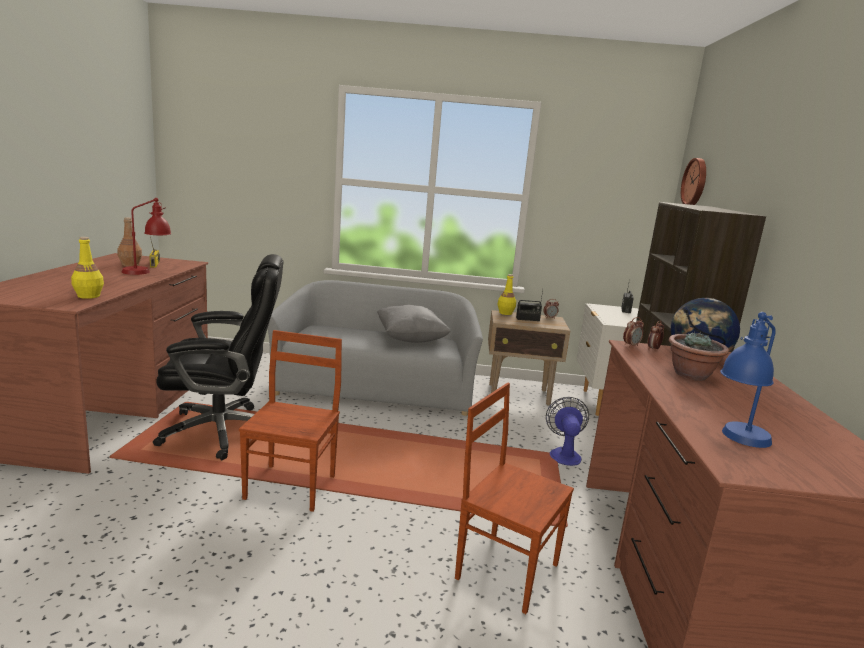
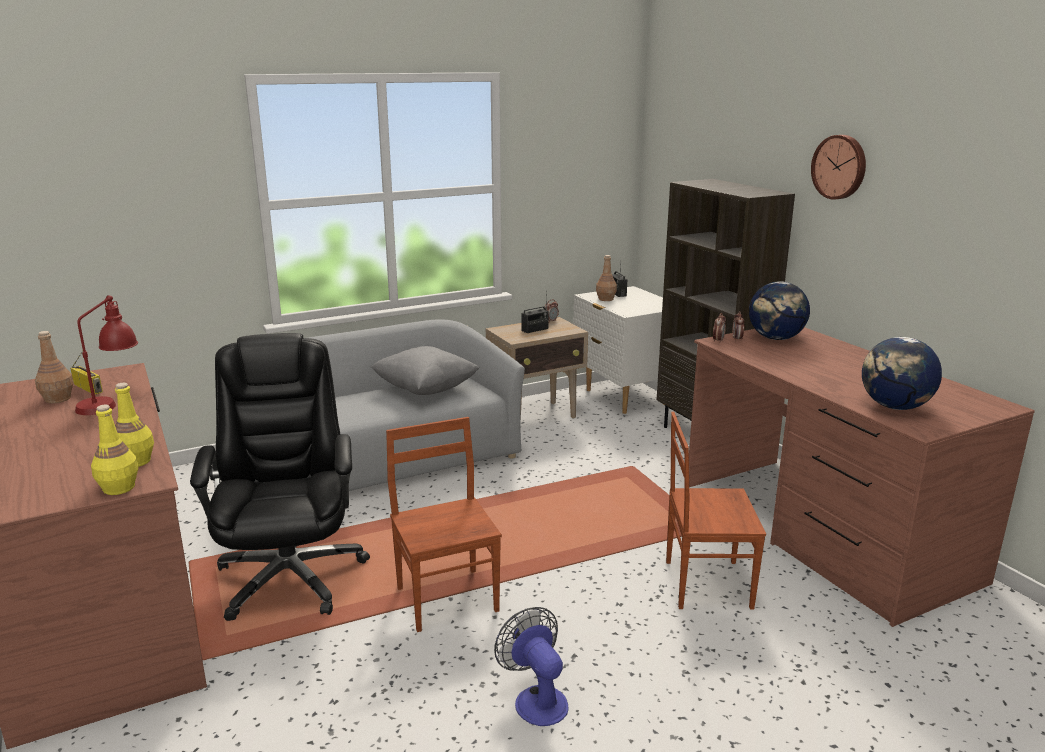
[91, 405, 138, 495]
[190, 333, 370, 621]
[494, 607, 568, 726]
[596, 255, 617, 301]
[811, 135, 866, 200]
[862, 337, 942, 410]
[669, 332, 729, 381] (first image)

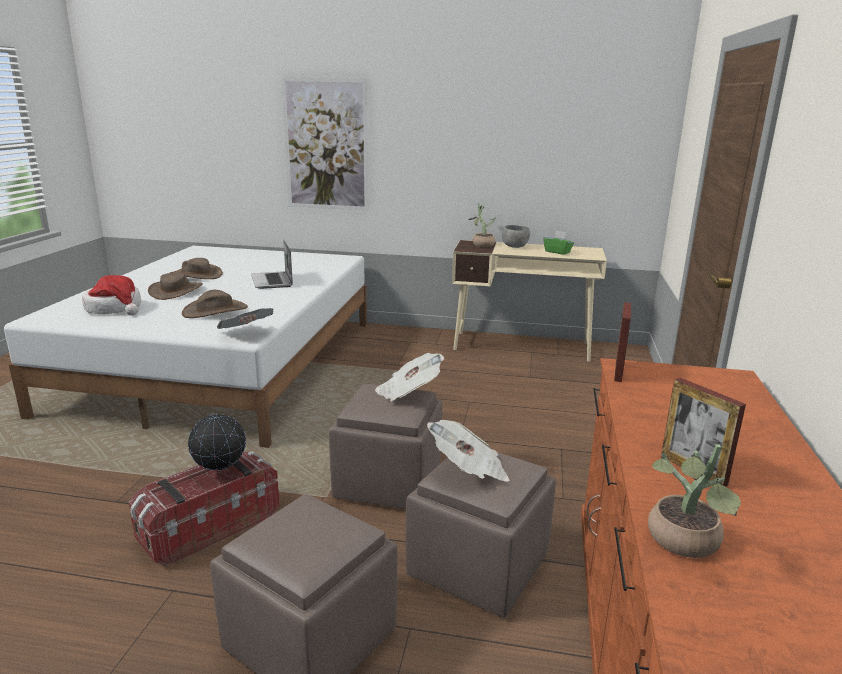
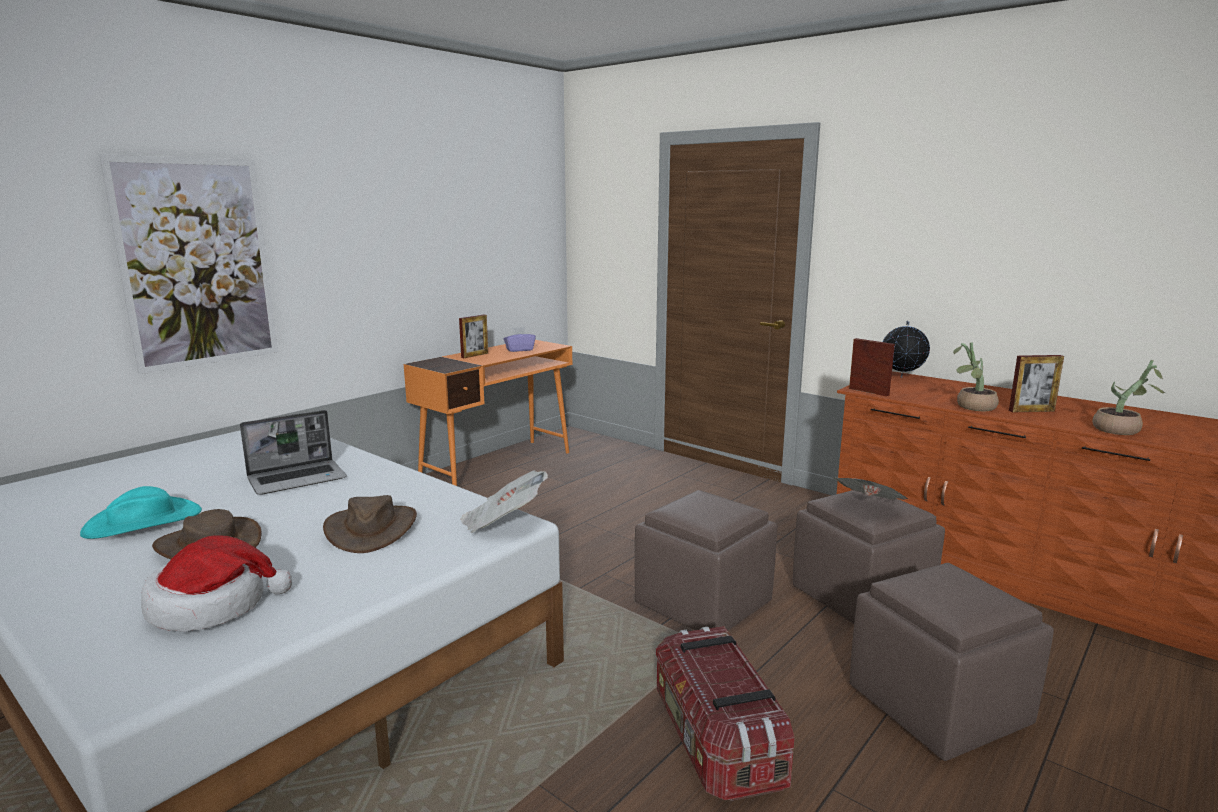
[80, 486, 202, 539]
[240, 410, 347, 495]
[404, 340, 572, 486]
[459, 315, 488, 358]
[504, 327, 536, 352]
[883, 321, 930, 378]
[953, 342, 999, 411]
[375, 353, 444, 401] (first image)

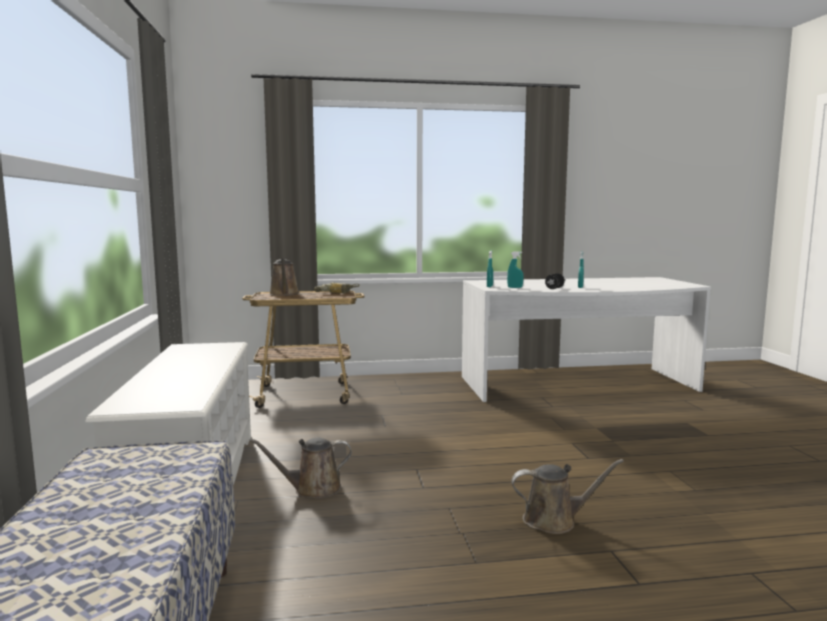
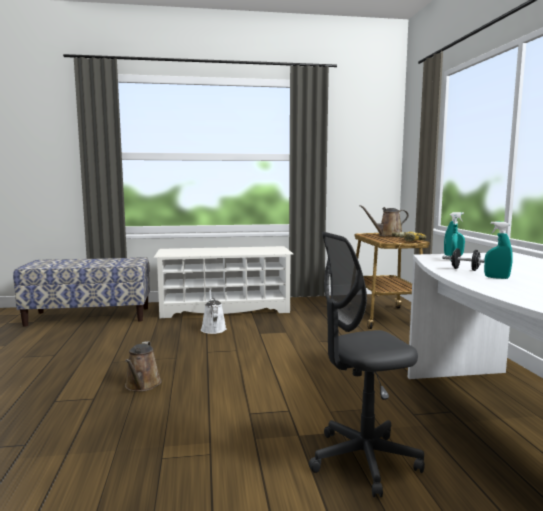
[201, 289, 227, 334]
[309, 232, 425, 497]

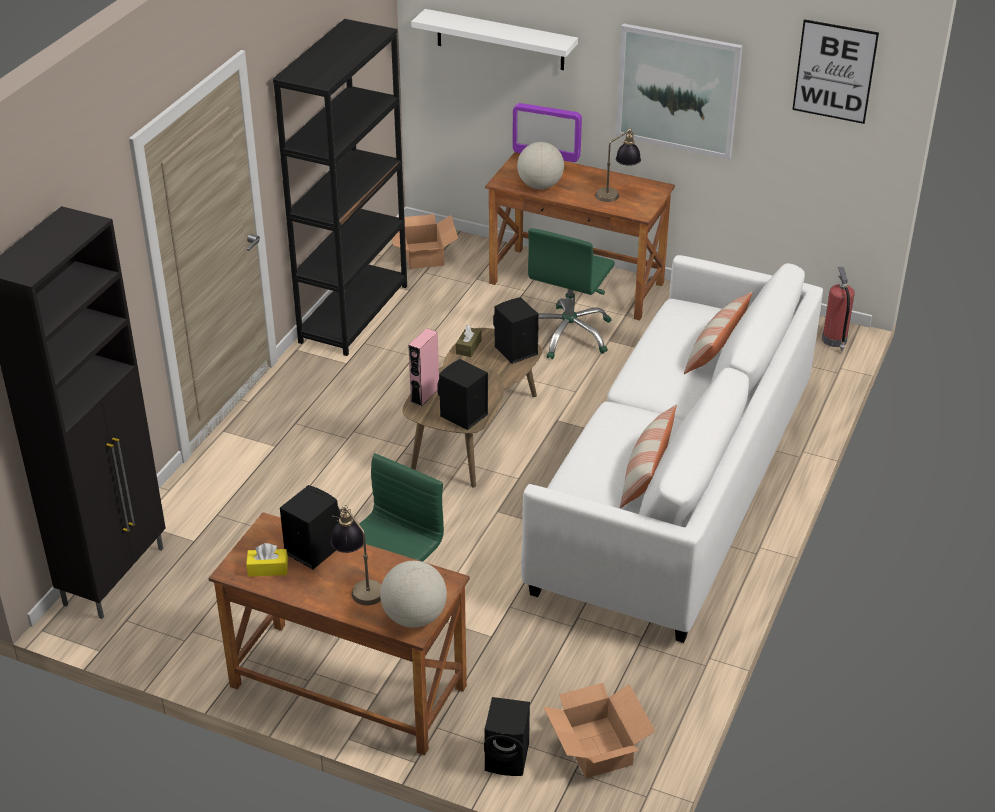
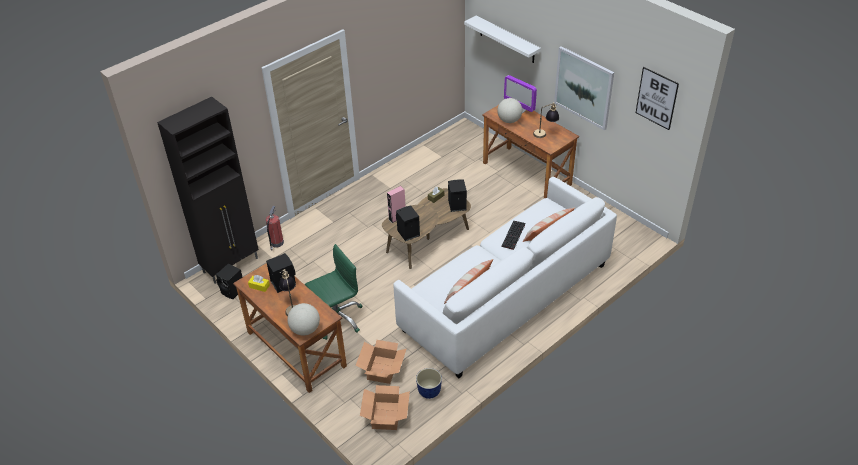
[216, 263, 243, 299]
[266, 206, 284, 250]
[356, 340, 406, 384]
[416, 368, 442, 399]
[501, 221, 526, 250]
[273, 19, 407, 356] (first image)
[528, 228, 615, 359] (first image)

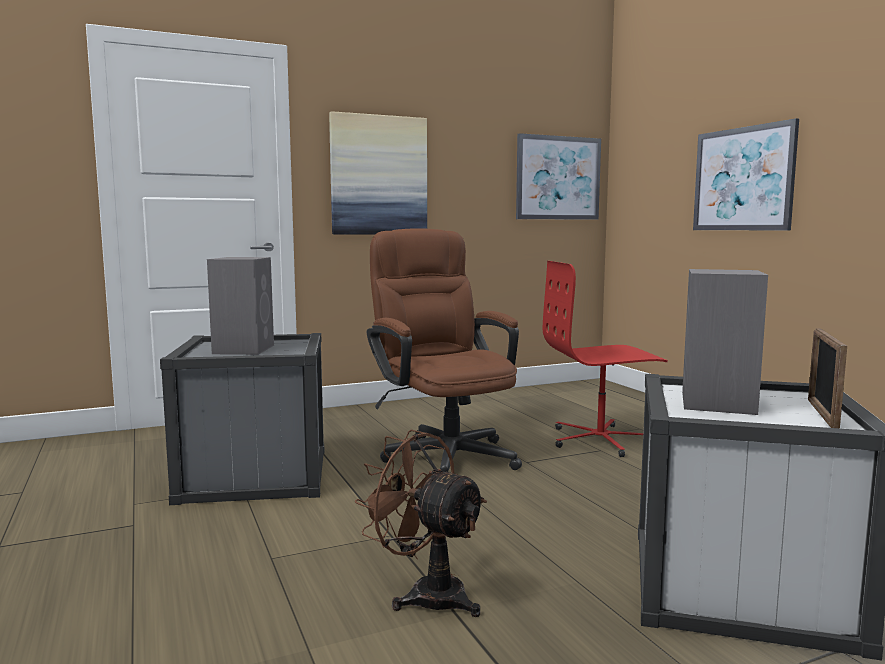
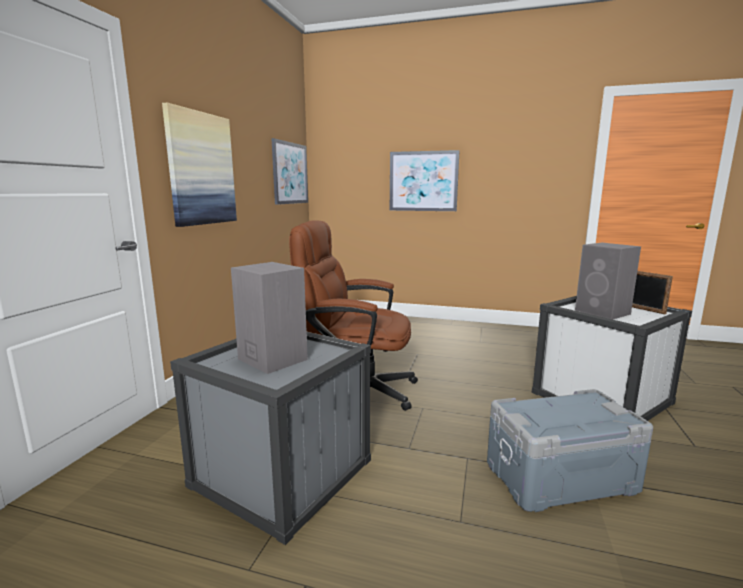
[487, 389, 653, 512]
[543, 261, 668, 457] (first image)

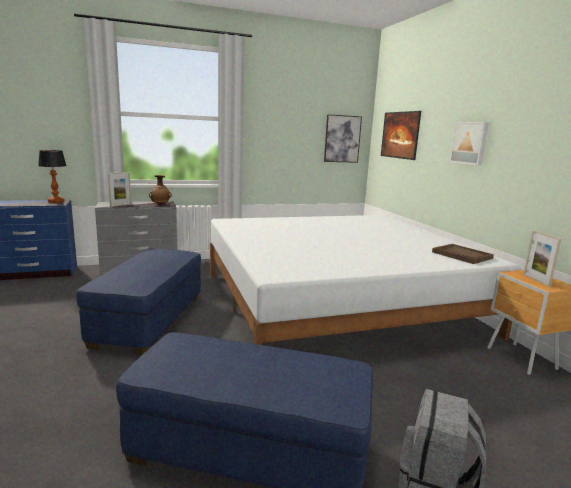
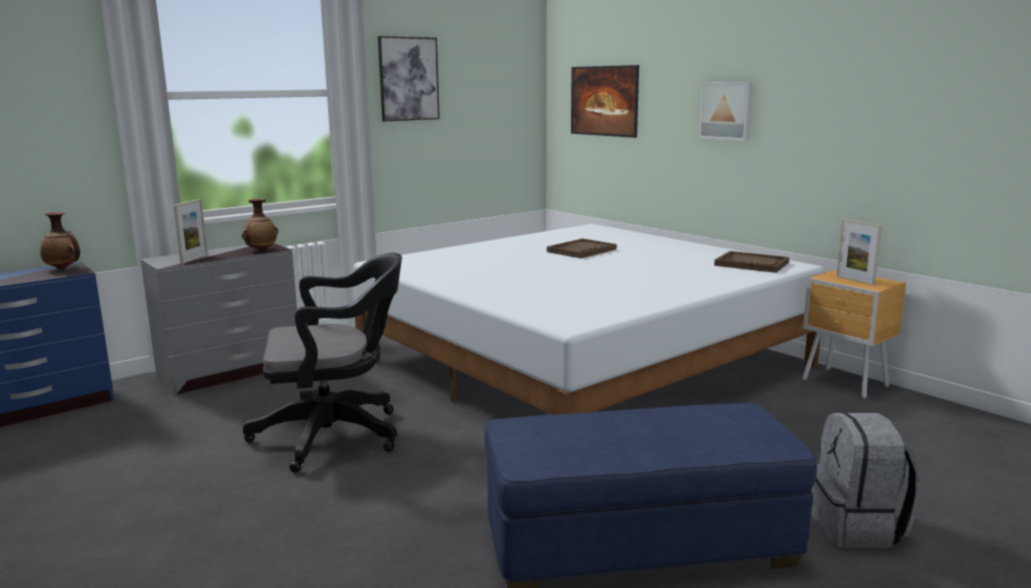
[40, 212, 80, 269]
[243, 253, 402, 473]
[378, 36, 440, 121]
[547, 238, 616, 258]

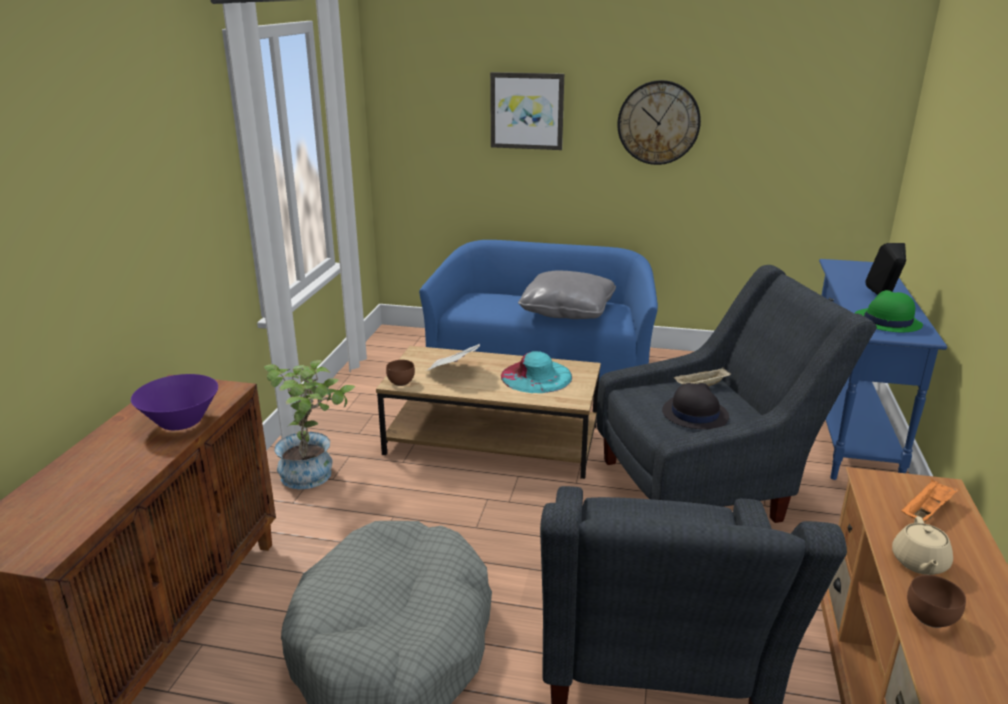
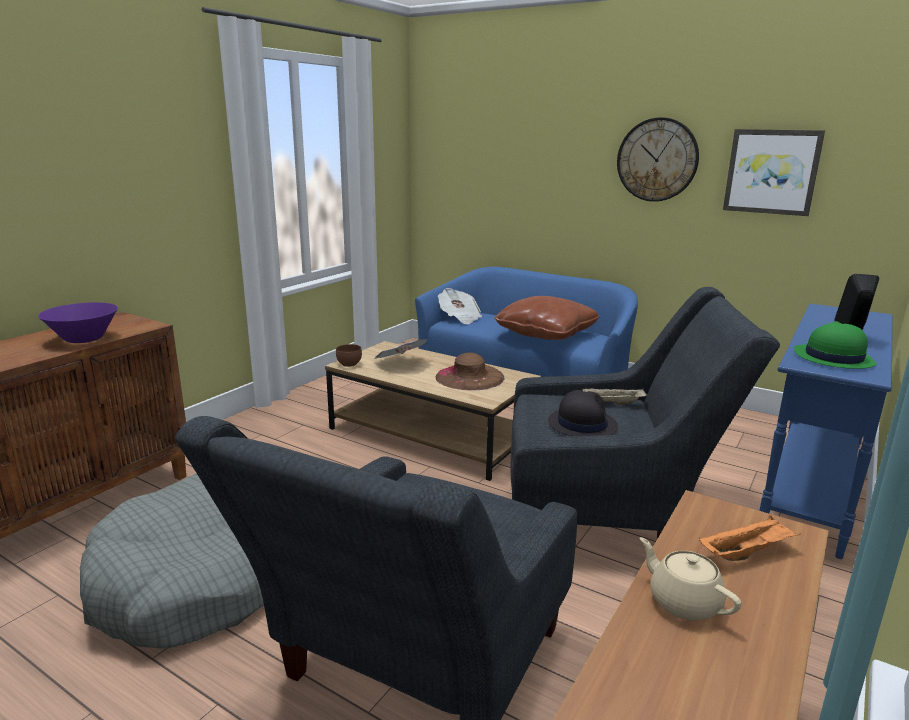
[436, 352, 504, 390]
[438, 288, 482, 324]
[494, 296, 600, 340]
[639, 537, 742, 620]
[723, 129, 825, 216]
[264, 360, 355, 489] (first image)
[907, 575, 966, 628] (first image)

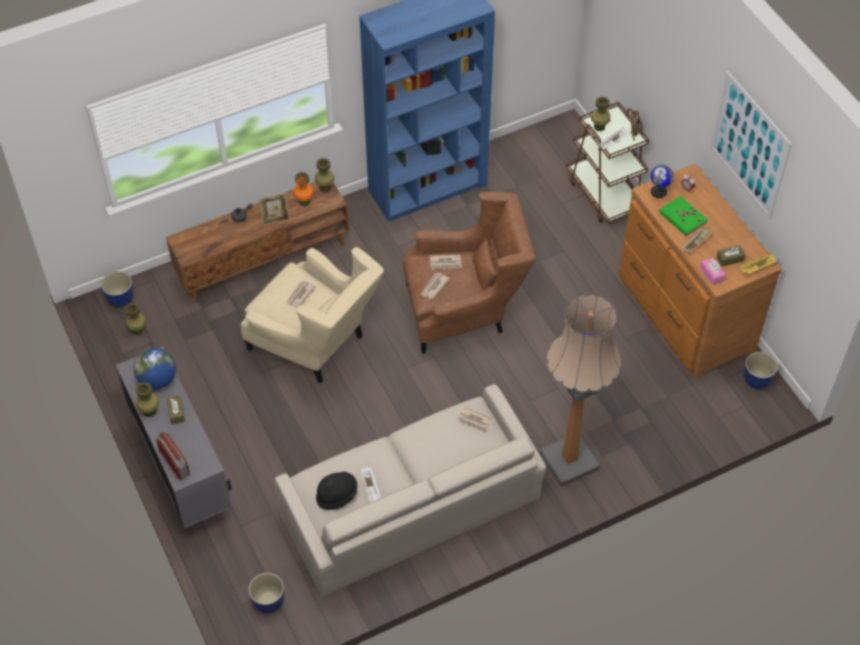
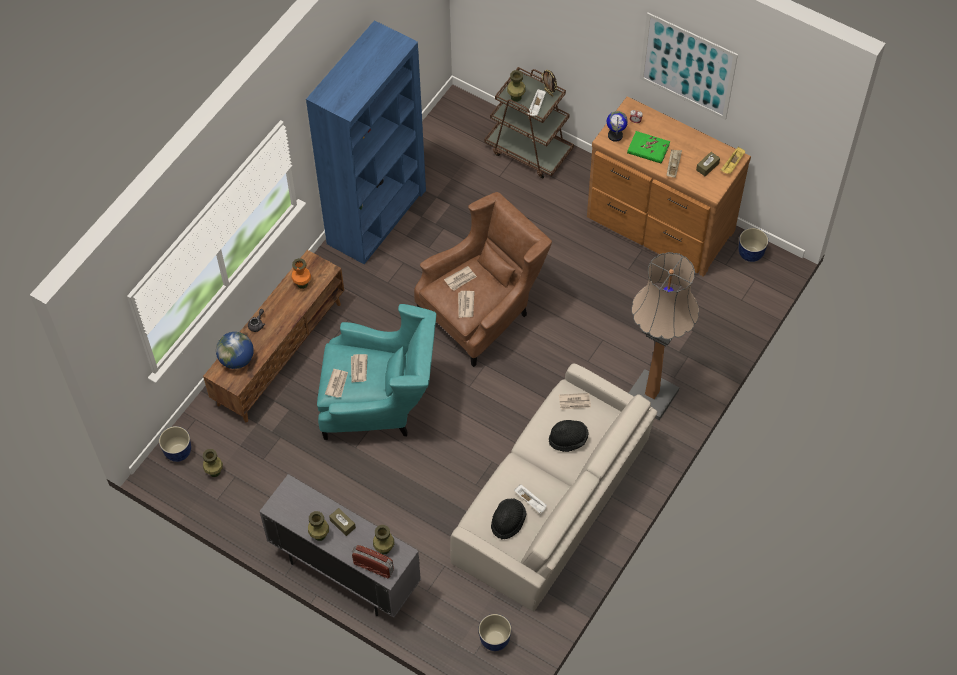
[216, 332, 254, 369]
[317, 304, 436, 440]
[325, 369, 348, 398]
[373, 525, 394, 554]
[549, 420, 589, 452]
[259, 193, 290, 226] (first image)
[700, 257, 726, 285] (first image)

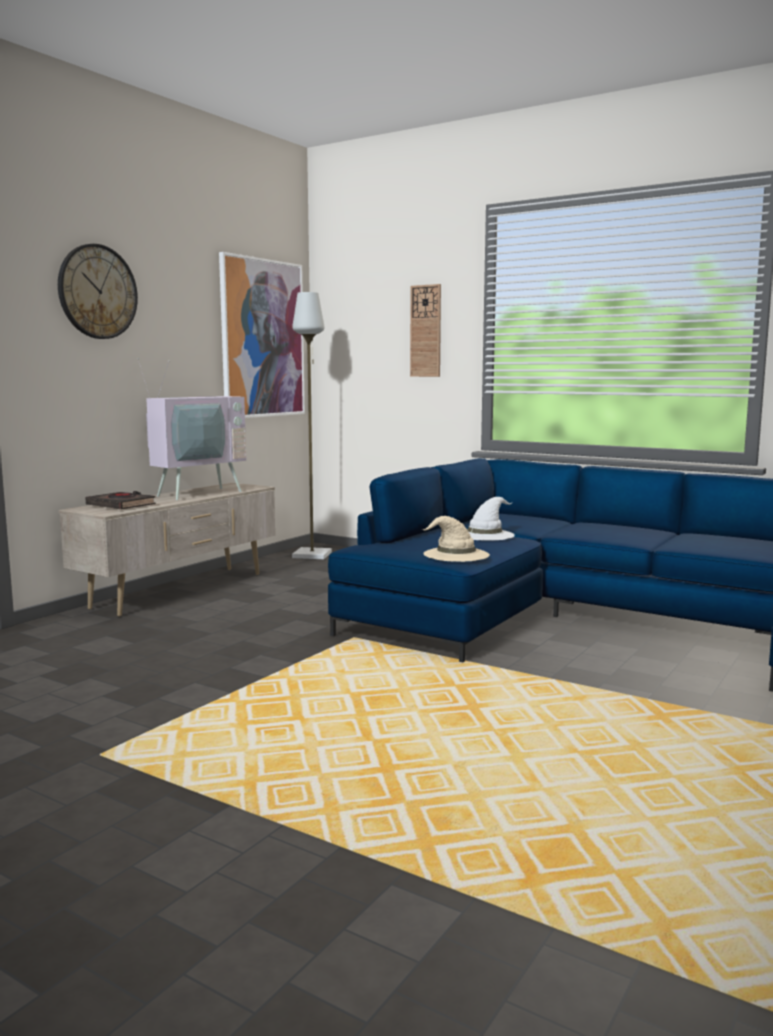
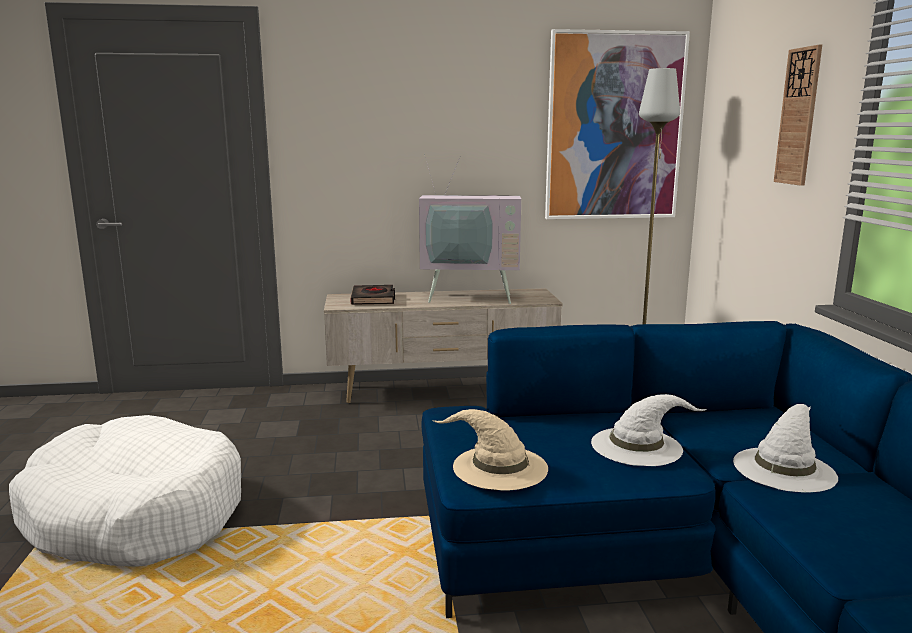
[9, 415, 241, 567]
[733, 404, 838, 493]
[58, 244, 138, 339] (first image)

